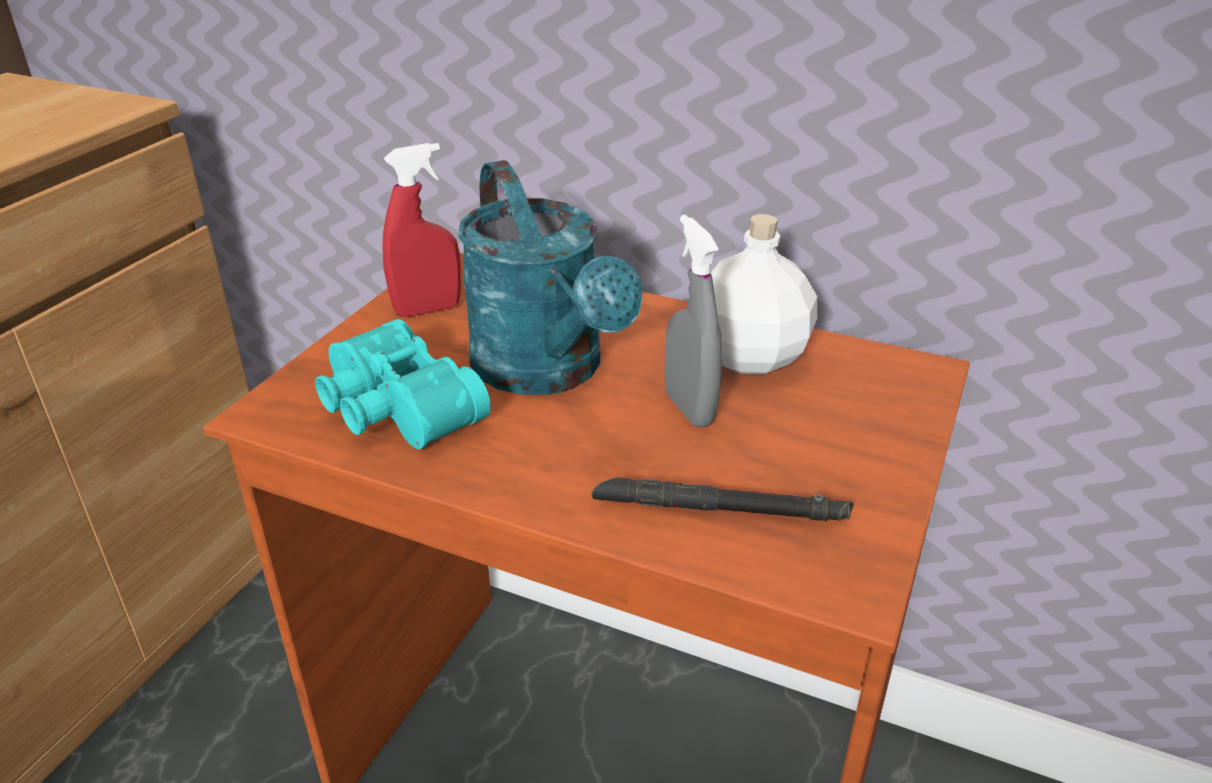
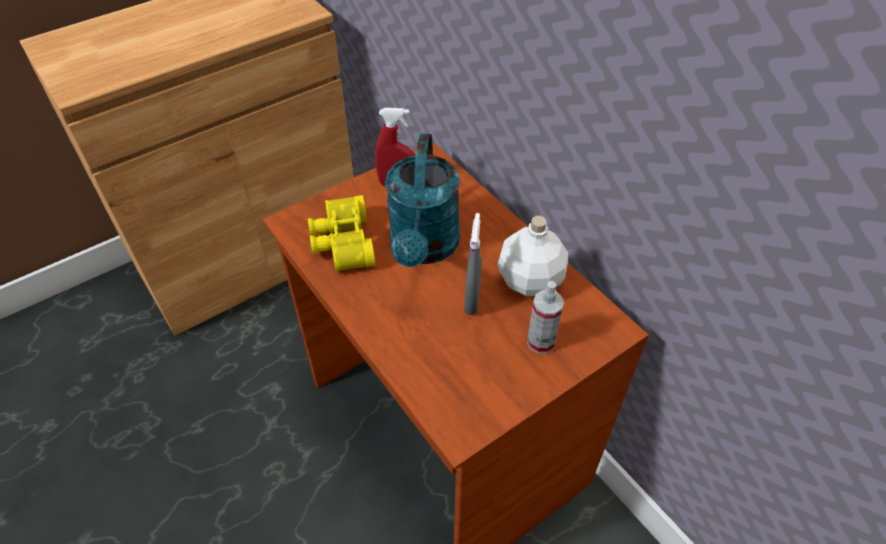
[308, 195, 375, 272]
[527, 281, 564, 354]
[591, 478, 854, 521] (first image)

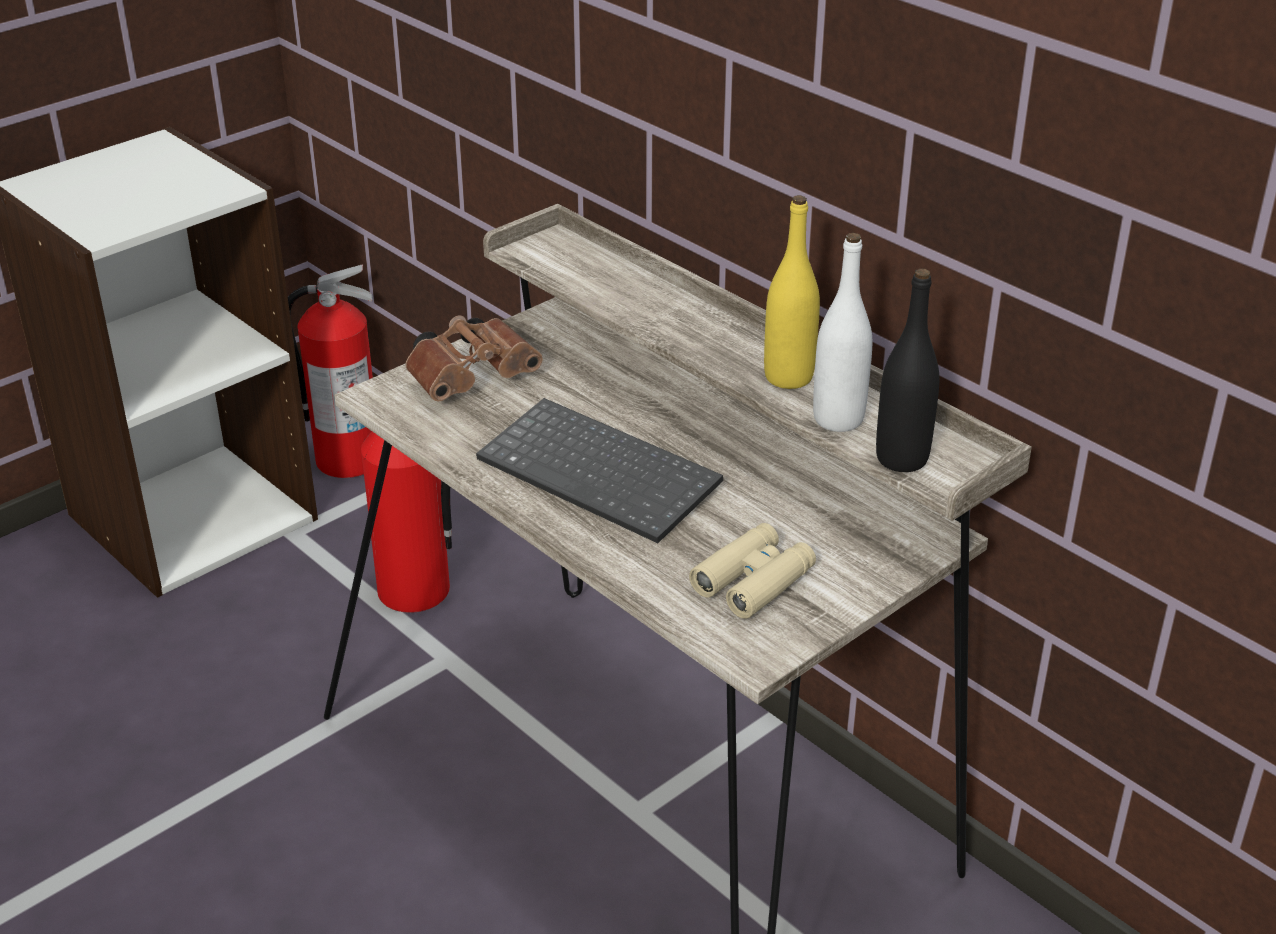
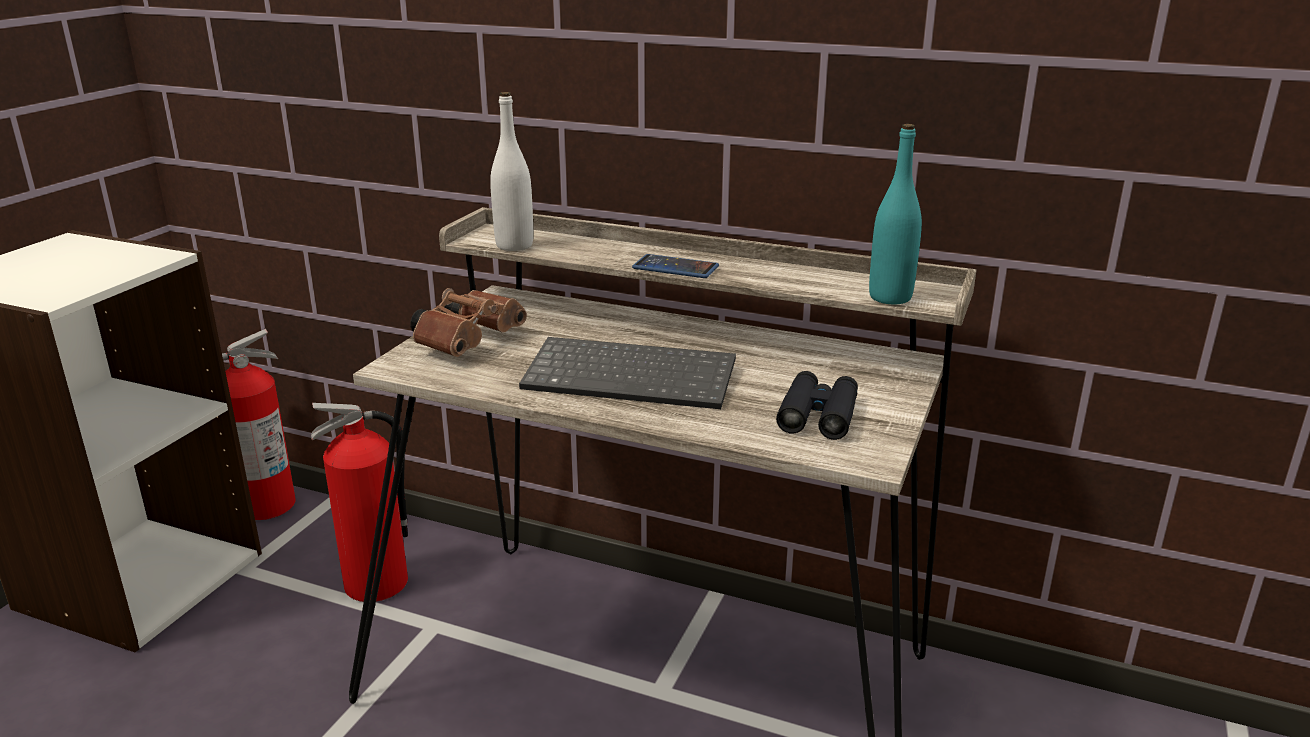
[490, 92, 533, 251]
[632, 254, 719, 278]
[776, 371, 858, 440]
[869, 124, 922, 304]
[764, 195, 820, 389] (first image)

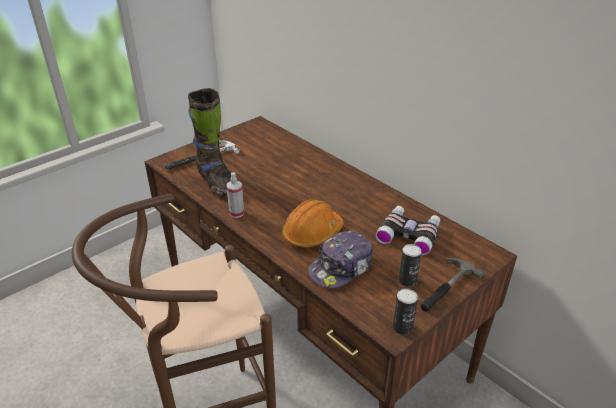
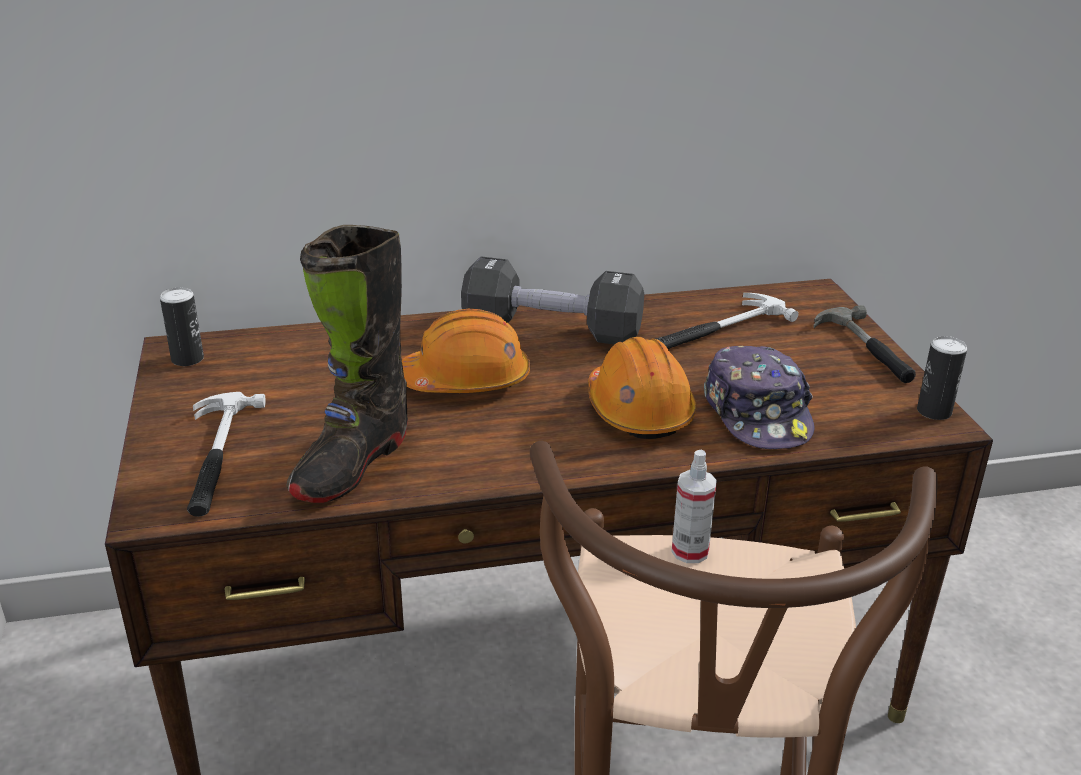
[160, 287, 204, 366]
[286, 225, 408, 503]
[402, 309, 530, 393]
[461, 257, 644, 345]
[655, 293, 799, 349]
[671, 450, 717, 563]

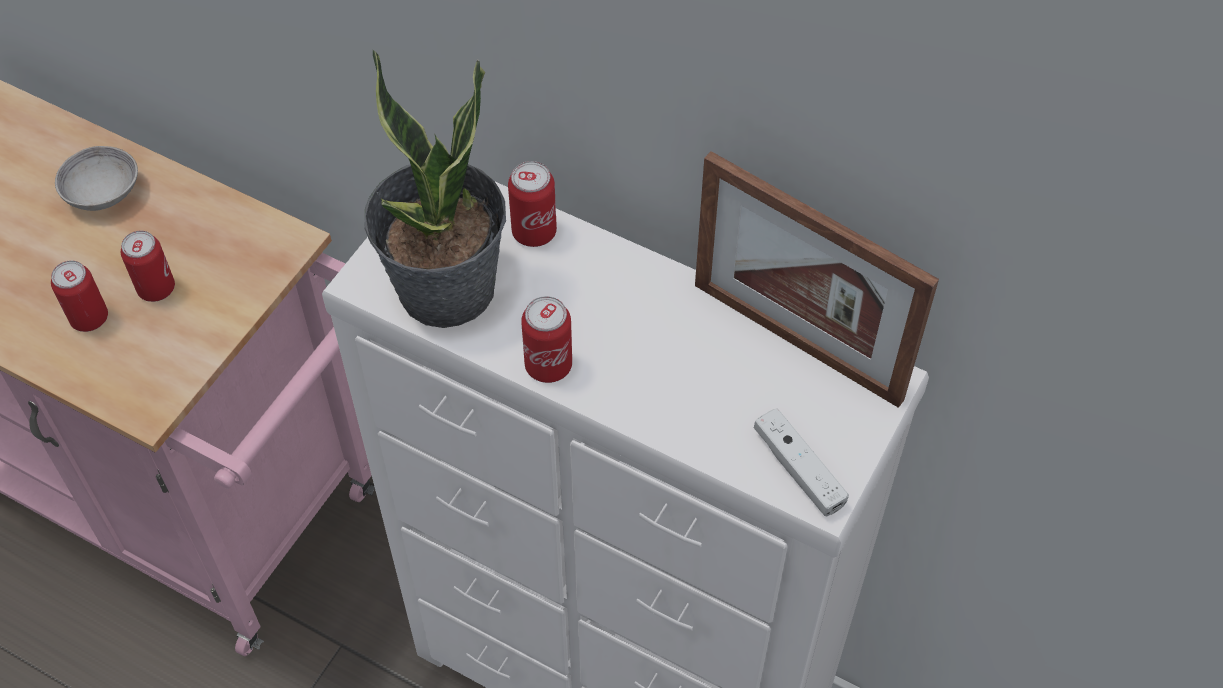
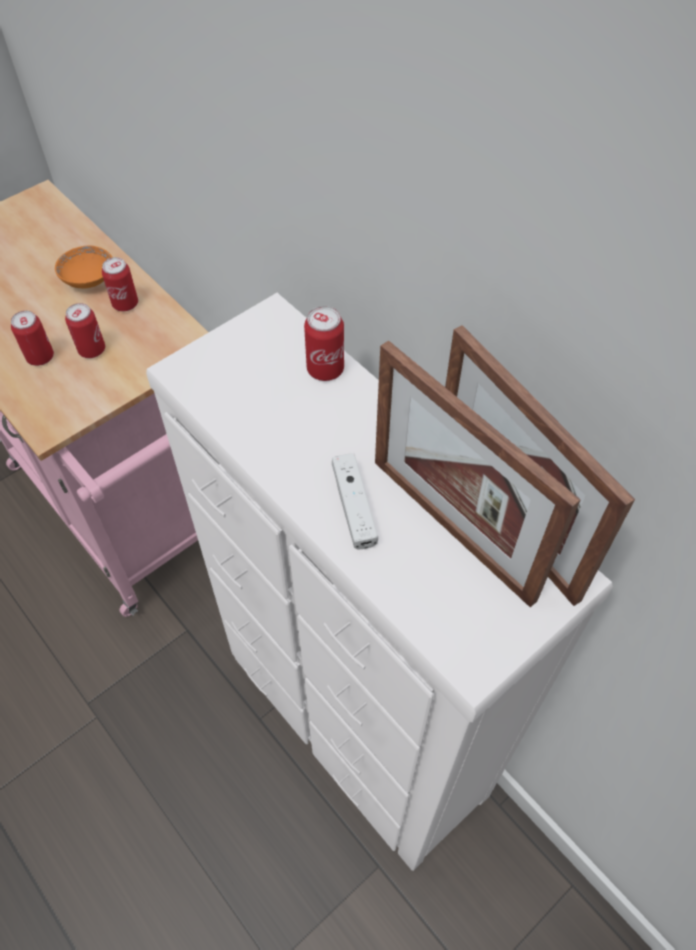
[55, 245, 113, 289]
[102, 257, 138, 311]
[332, 453, 378, 549]
[375, 341, 581, 607]
[365, 50, 506, 328] (first image)

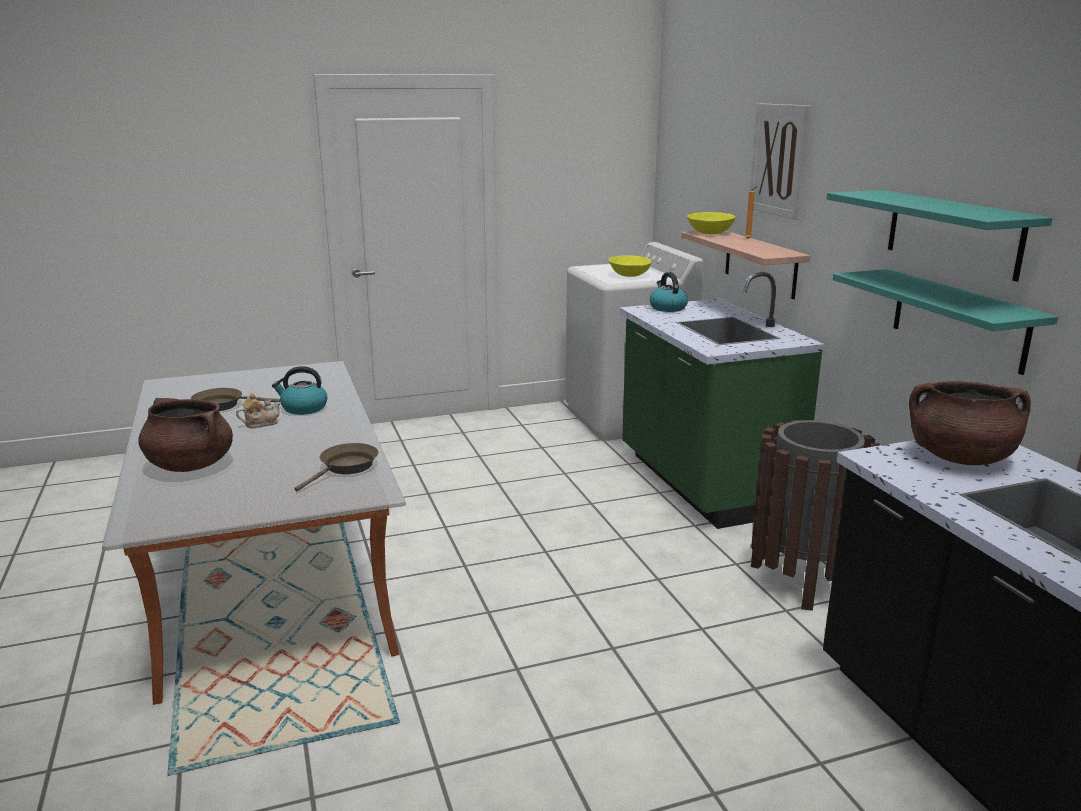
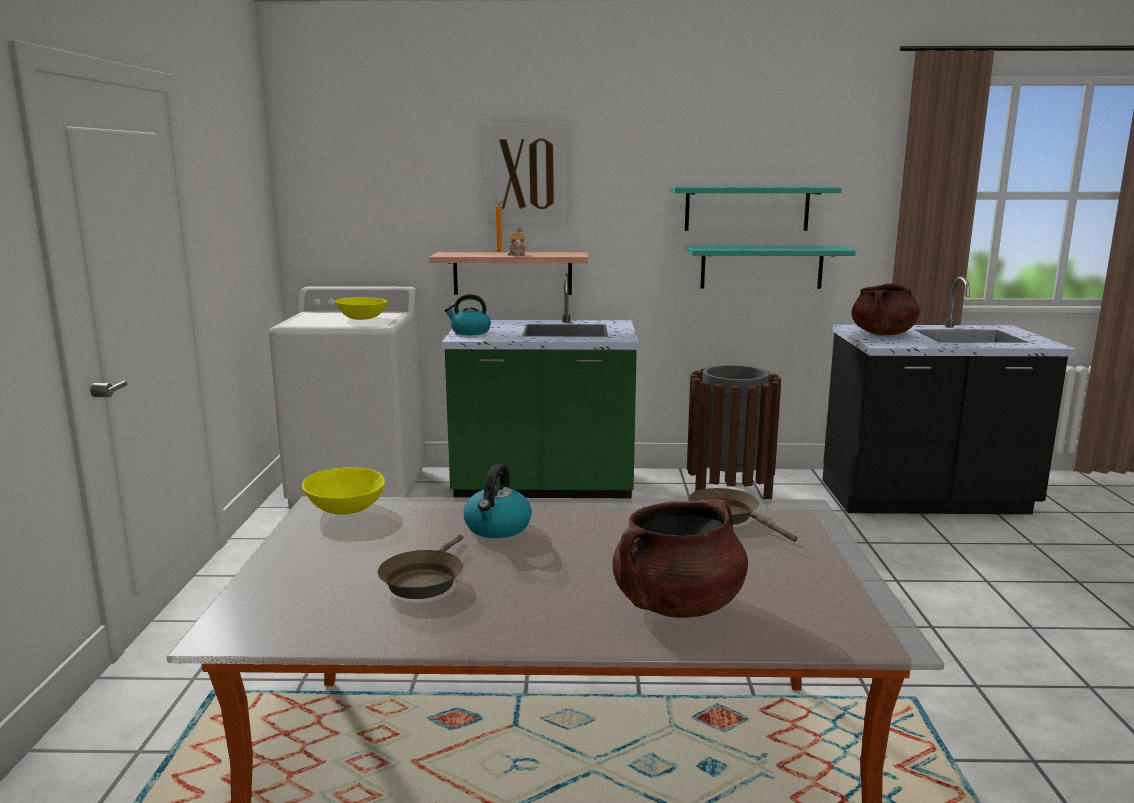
[302, 467, 385, 515]
[508, 227, 525, 256]

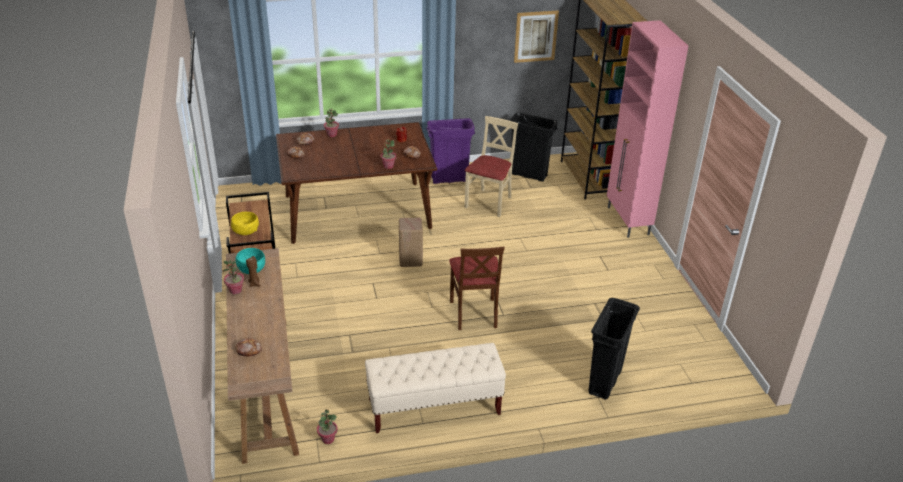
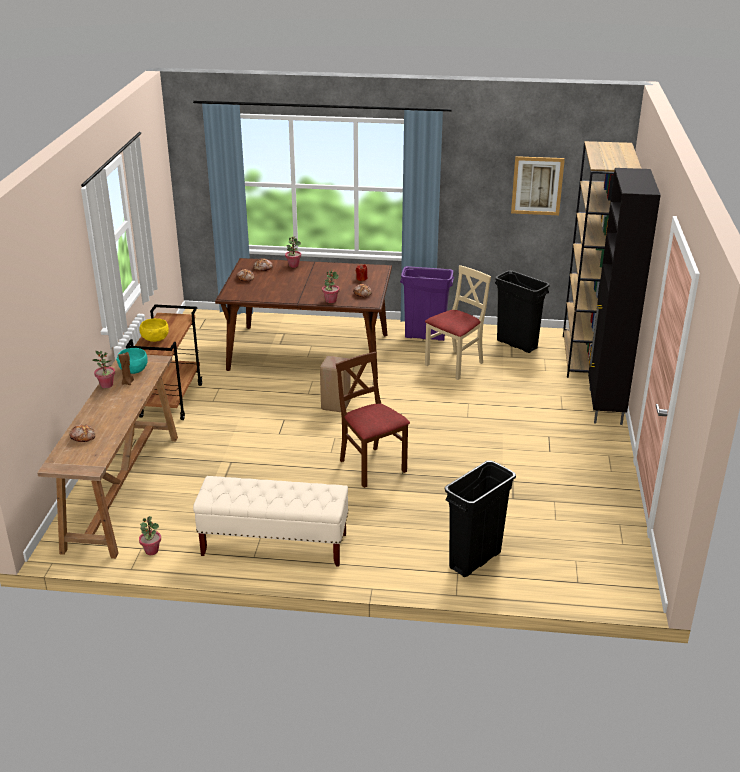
[336, 352, 410, 488]
[588, 168, 661, 425]

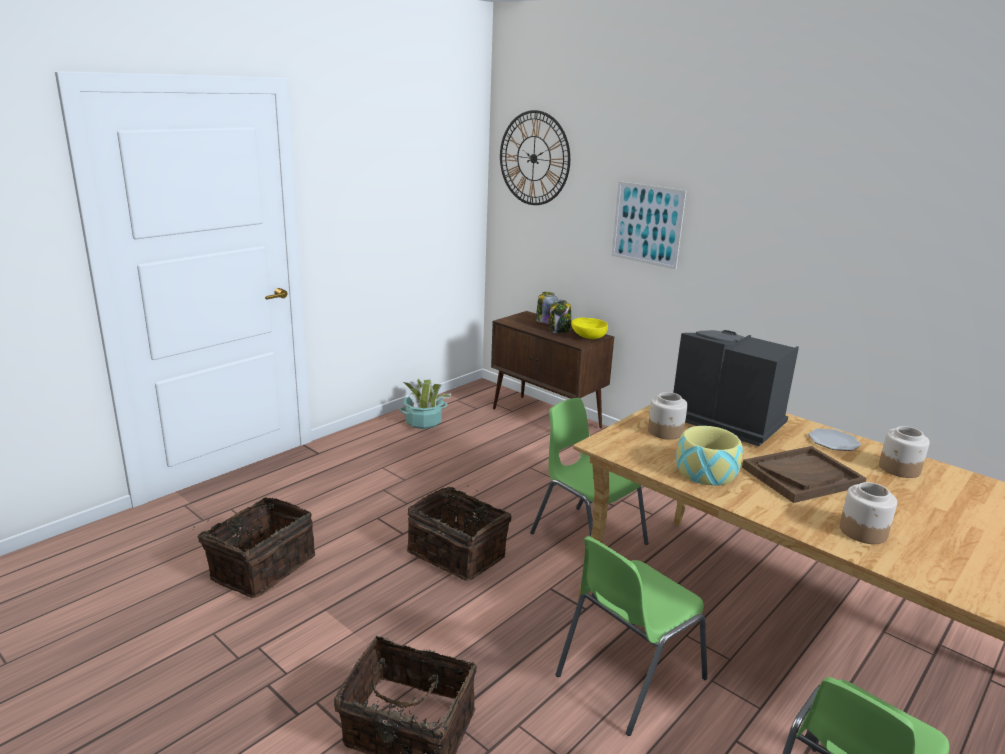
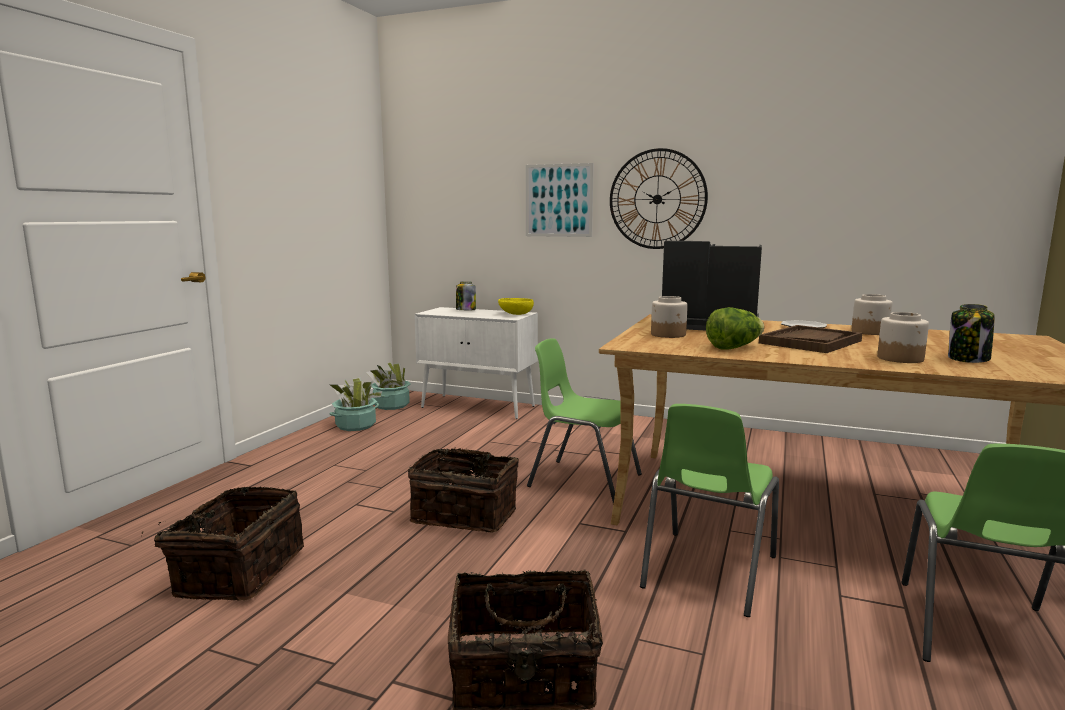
[366, 362, 411, 410]
[414, 307, 538, 419]
[610, 148, 708, 249]
[706, 307, 764, 350]
[948, 304, 995, 363]

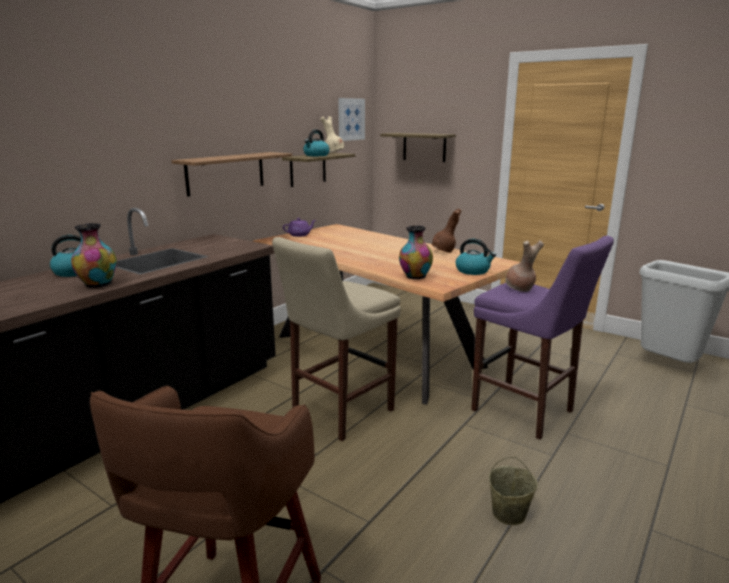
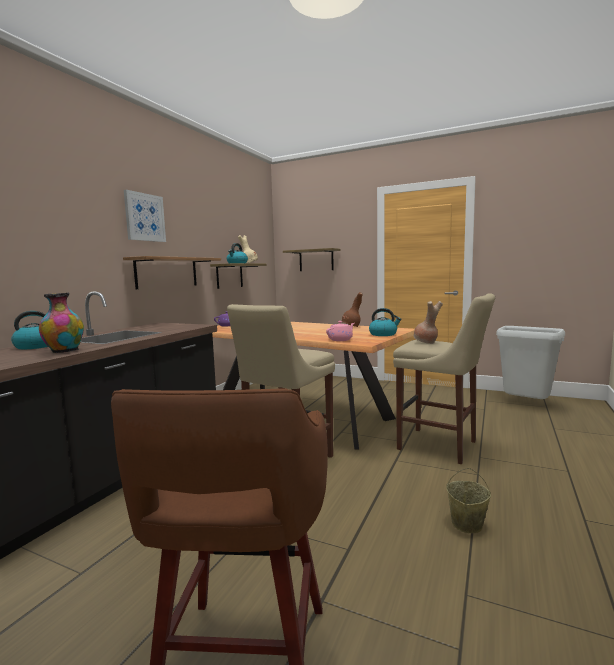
[124, 190, 166, 242]
[326, 321, 354, 341]
[393, 293, 495, 464]

